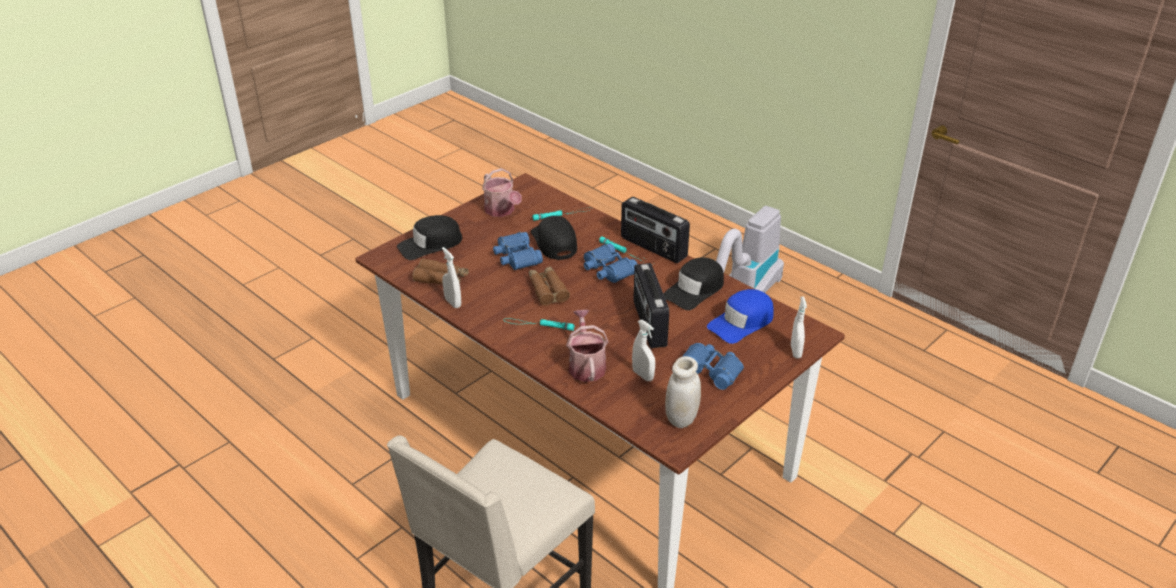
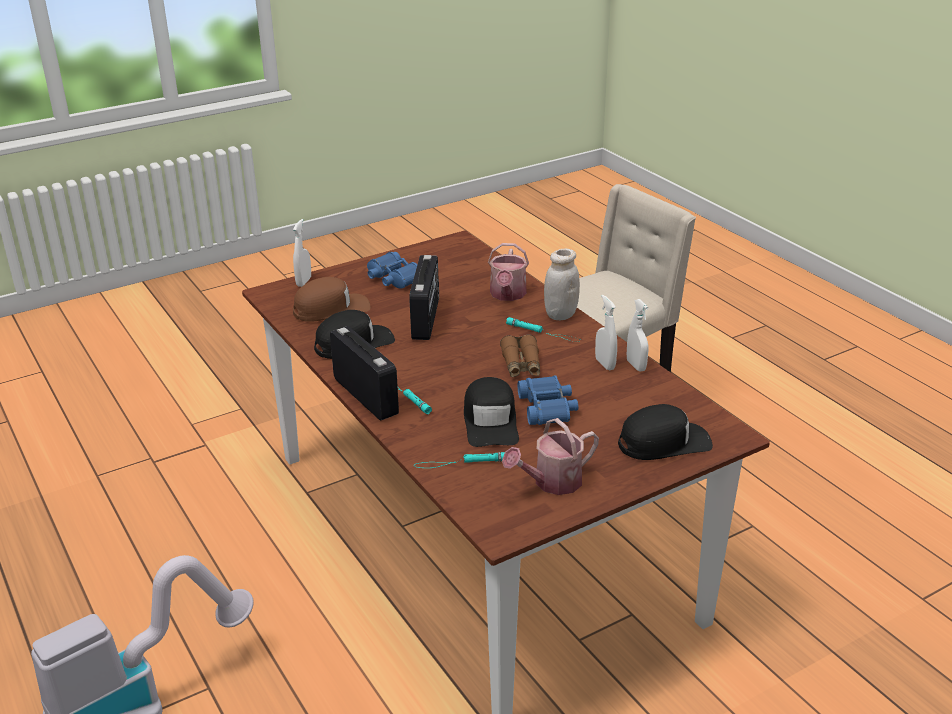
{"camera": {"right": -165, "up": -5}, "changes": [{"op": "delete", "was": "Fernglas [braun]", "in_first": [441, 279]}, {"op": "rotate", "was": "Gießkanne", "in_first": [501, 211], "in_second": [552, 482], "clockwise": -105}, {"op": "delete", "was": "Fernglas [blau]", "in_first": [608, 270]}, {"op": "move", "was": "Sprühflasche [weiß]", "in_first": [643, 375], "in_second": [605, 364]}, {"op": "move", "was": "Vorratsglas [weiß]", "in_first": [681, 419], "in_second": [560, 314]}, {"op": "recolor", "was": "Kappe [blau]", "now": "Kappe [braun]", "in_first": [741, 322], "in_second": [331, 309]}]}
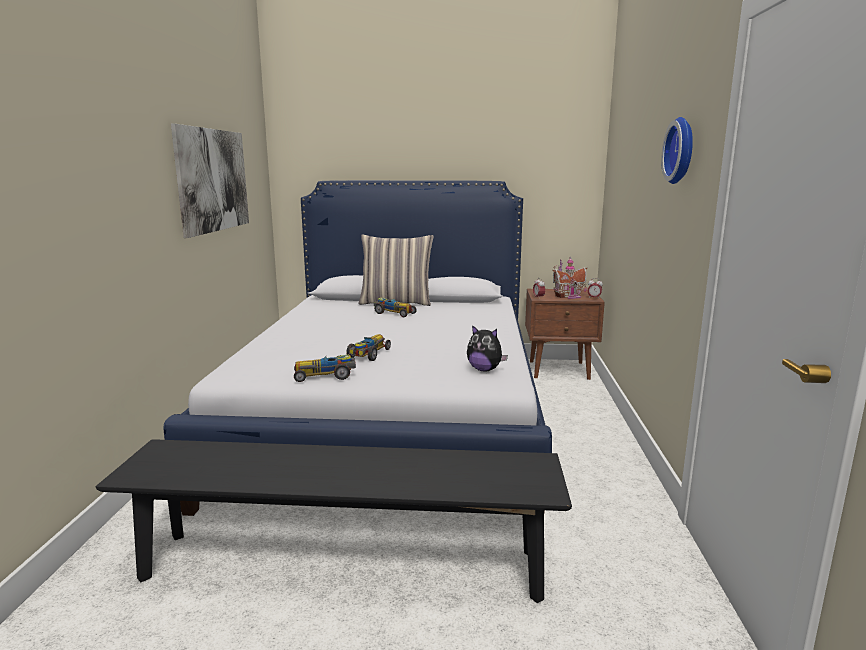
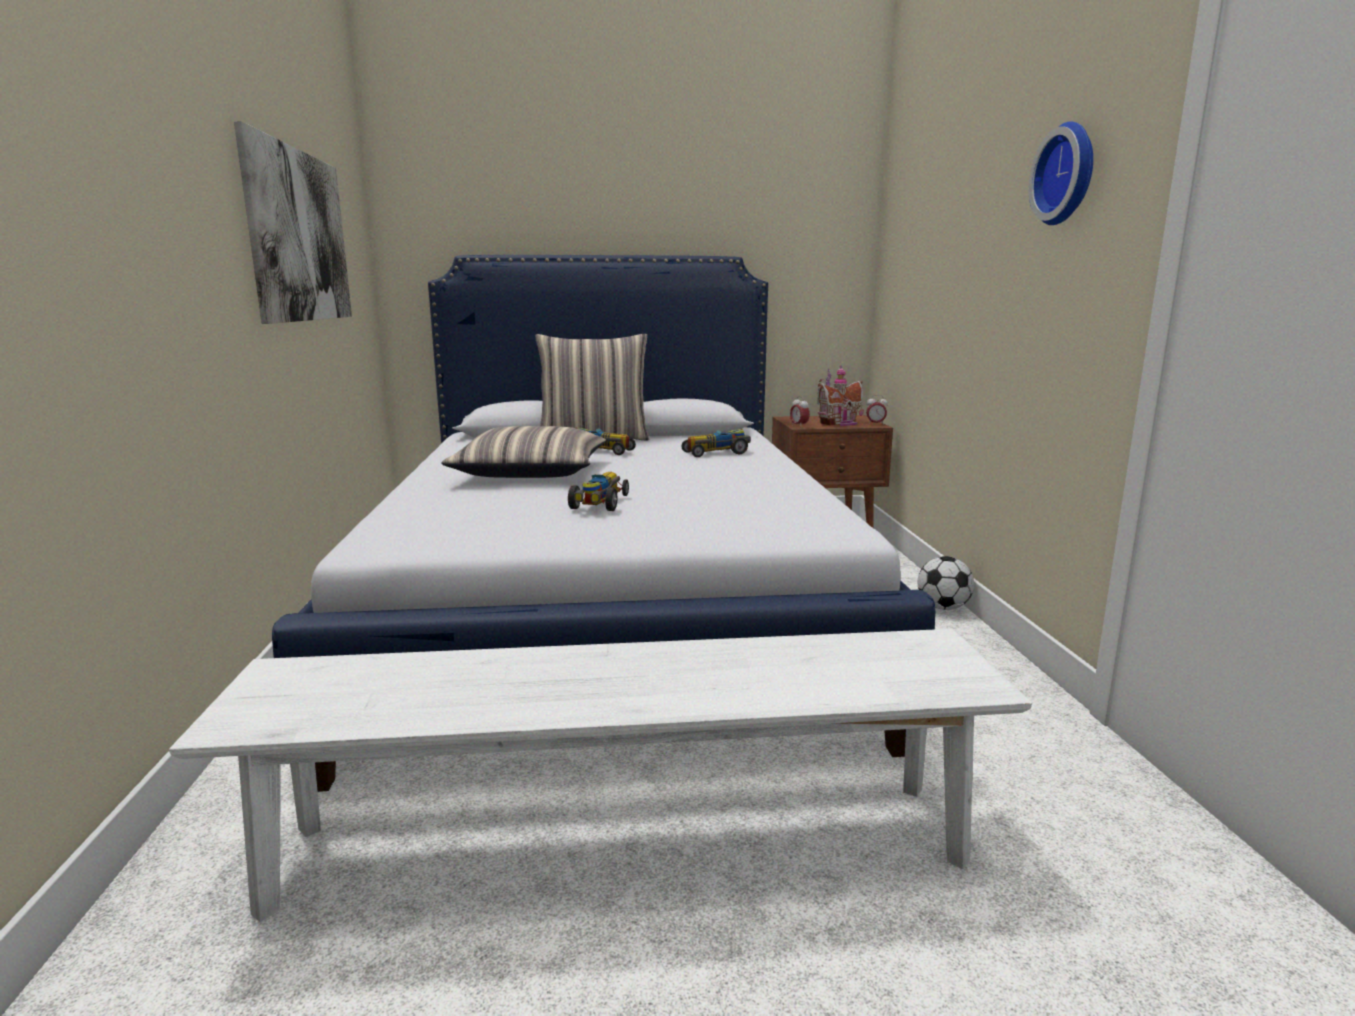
{"camera": {"right": -10, "up": 0}, "changes": [{"op": "recolor", "was": "Bank [schwarz]", "now": "Bank [weiß]", "in_first": [343, 565], "in_second": [624, 845]}, {"op": "move", "was": "Spielzeugauto", "in_first": [326, 375], "in_second": [717, 452]}, {"op": "delete", "was": "Plüschtier", "in_first": [485, 370]}, {"op": "insert", "now": "Kissen", "in_second": [531, 472]}, {"op": "insert", "now": "Fußball", "in_second": [943, 608]}]}
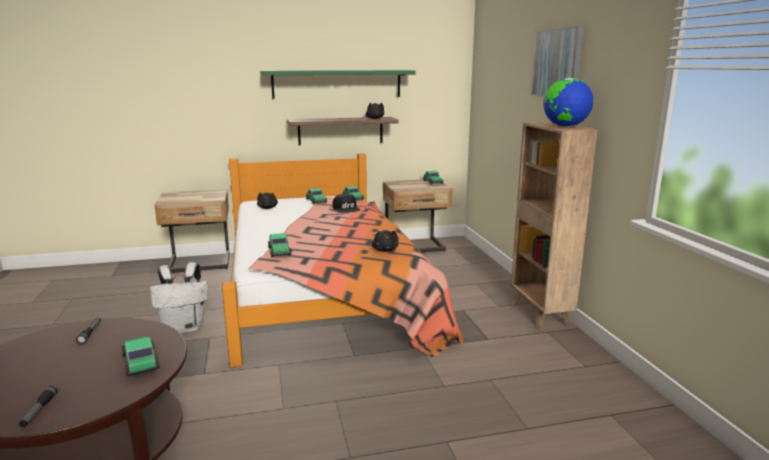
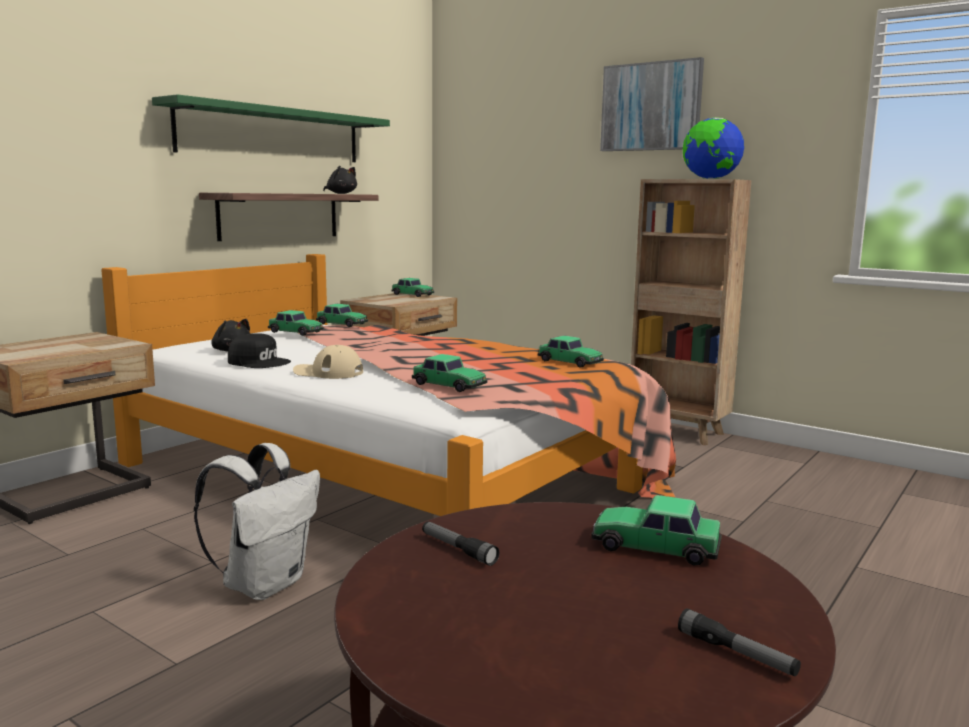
{"camera": {"right": -40, "up": -5}, "changes": [{"op": "move", "was": "Kappe [schwarz]", "in_first": [346, 208], "in_second": [259, 362]}, {"op": "replace", "was": "Plüschtier [schwarz]", "now": "Spielzeugauto", "in_first": [385, 250], "in_second": [570, 362]}, {"op": "insert", "now": "Kappe [beige]", "in_second": [328, 372]}]}
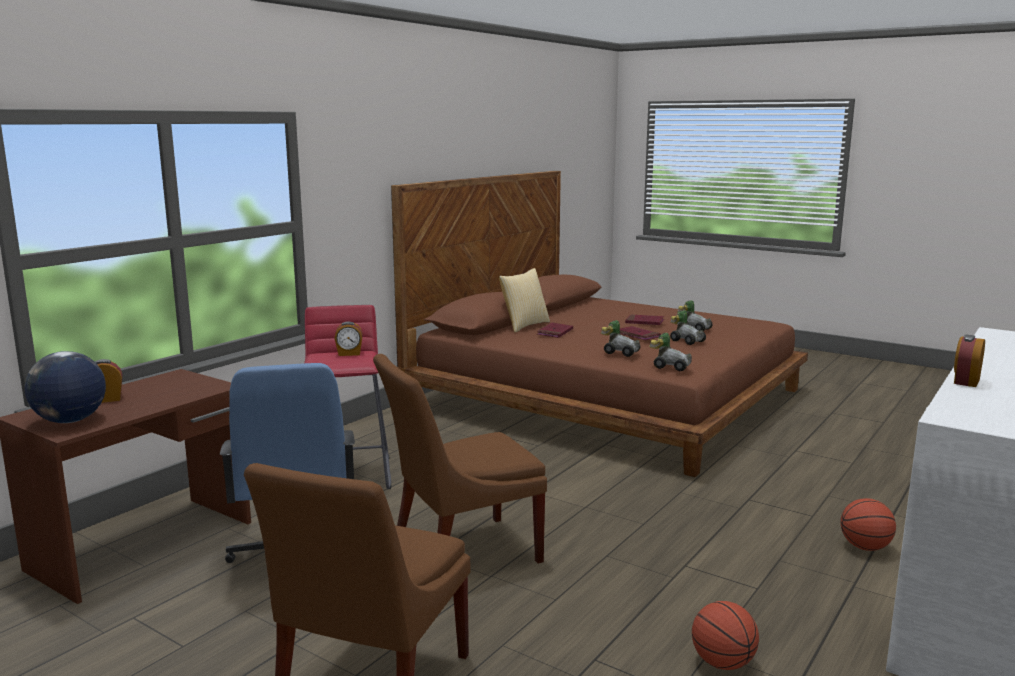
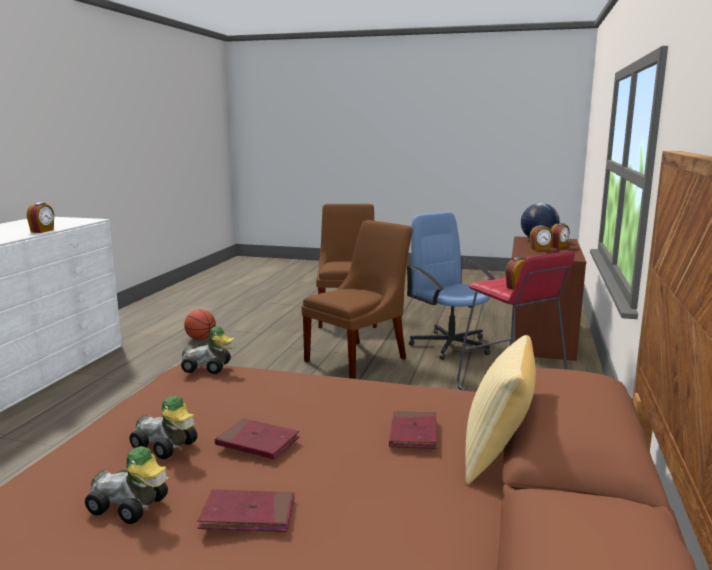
{"camera": {"right": 160, "up": 0}, "changes": [{"op": "delete", "was": "Spielzeugauto", "in_first": [620, 352]}, {"op": "delete", "was": "Basketball", "in_first": [865, 547]}, {"op": "insert", "now": "Wecker", "in_second": [540, 249]}]}
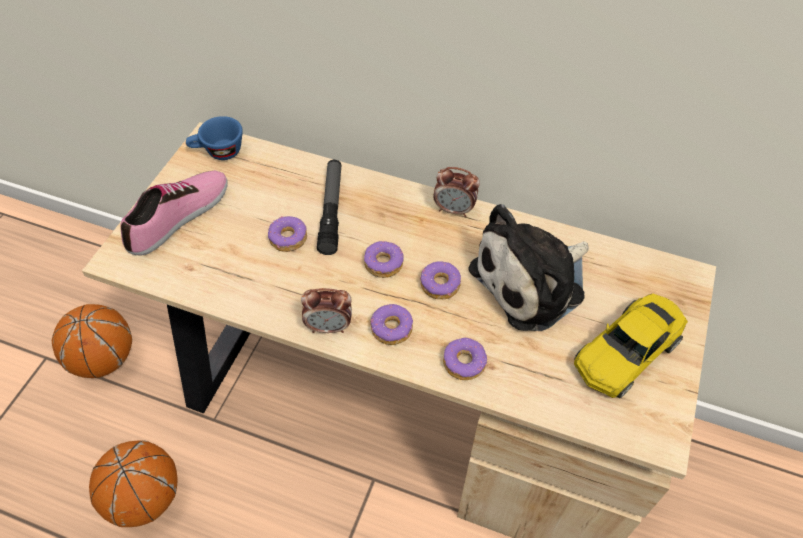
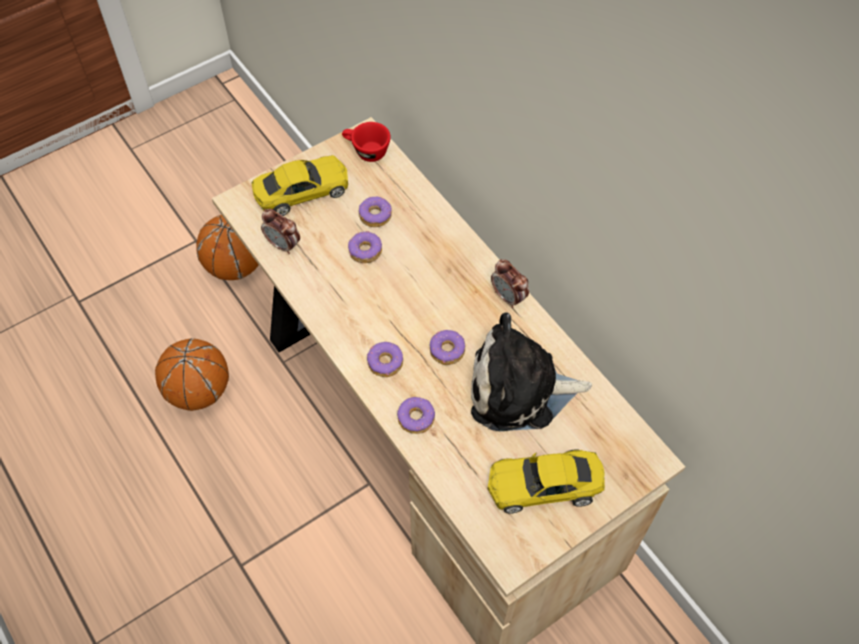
{"camera": {"right": 35, "up": 5}, "changes": [{"op": "replace", "was": "Schuh", "now": "Spielzeugauto [gelb]", "in_first": [179, 216], "in_second": [302, 191]}, {"op": "recolor", "was": "Tasse [blau]", "now": "Tasse [rot]", "in_first": [218, 152], "in_second": [366, 151]}, {"op": "move", "was": "Wecker", "in_first": [329, 327], "in_second": [283, 245]}, {"op": "delete", "was": "Taschenlampe", "in_first": [331, 211]}, {"op": "move", "was": "Donut", "in_first": [383, 263], "in_second": [375, 215]}]}
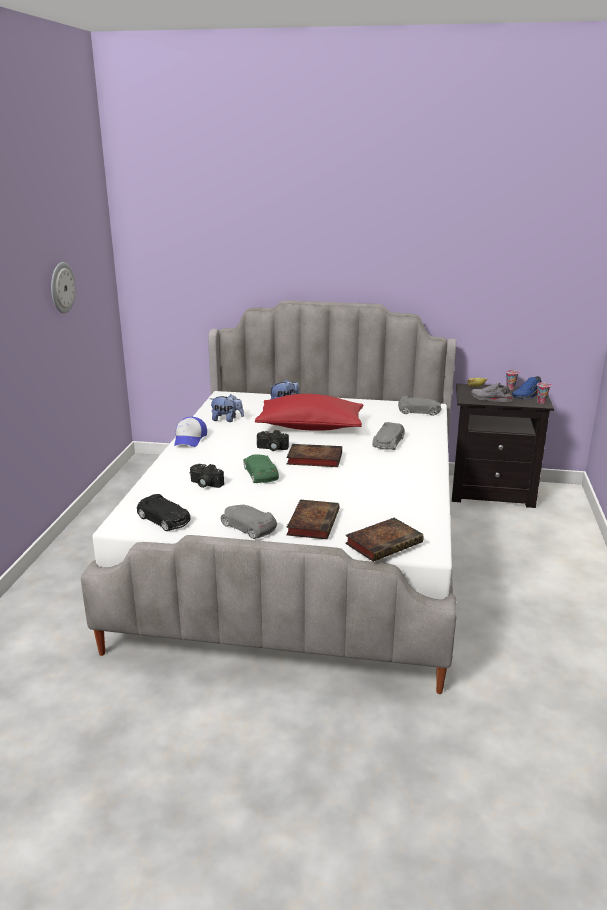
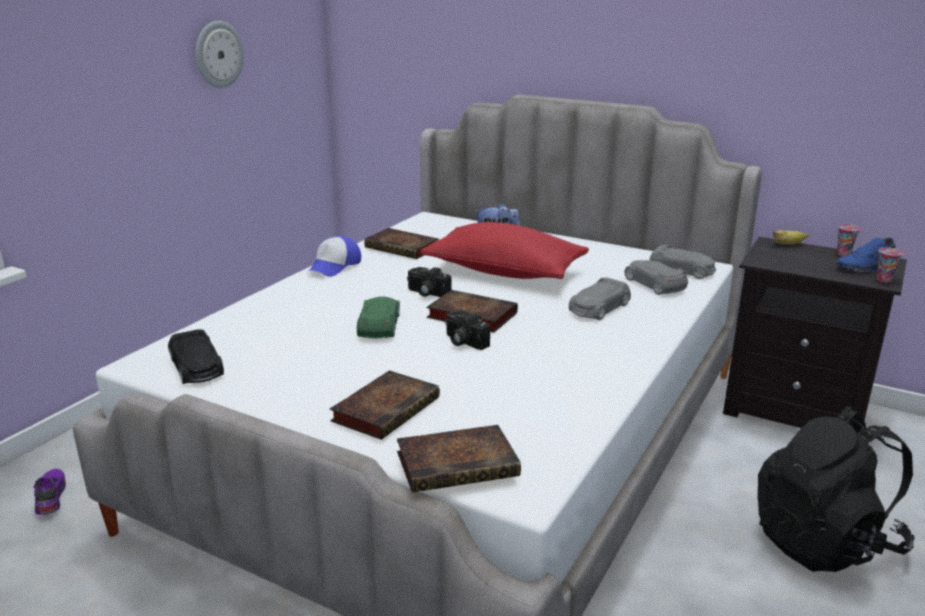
{"camera": {"right": 20, "up": 0}, "changes": [{"op": "move", "was": "Kamera", "in_first": [205, 484], "in_second": [463, 341]}, {"op": "replace", "was": "Plüschtier", "now": "Buch", "in_first": [227, 419], "in_second": [404, 248]}, {"op": "move", "was": "Spielzeugauto [grau]", "in_first": [248, 527], "in_second": [654, 284]}, {"op": "delete", "was": "Schuh [grau]", "in_first": [490, 399]}, {"op": "insert", "now": "Schuh [lila]", "in_second": [49, 497]}, {"op": "insert", "now": "Rucksack [schwarz]", "in_second": [824, 542]}]}
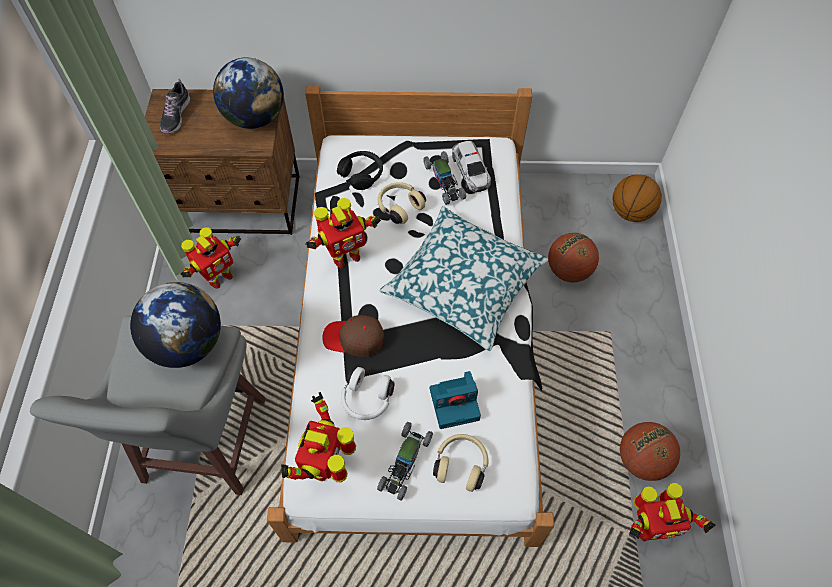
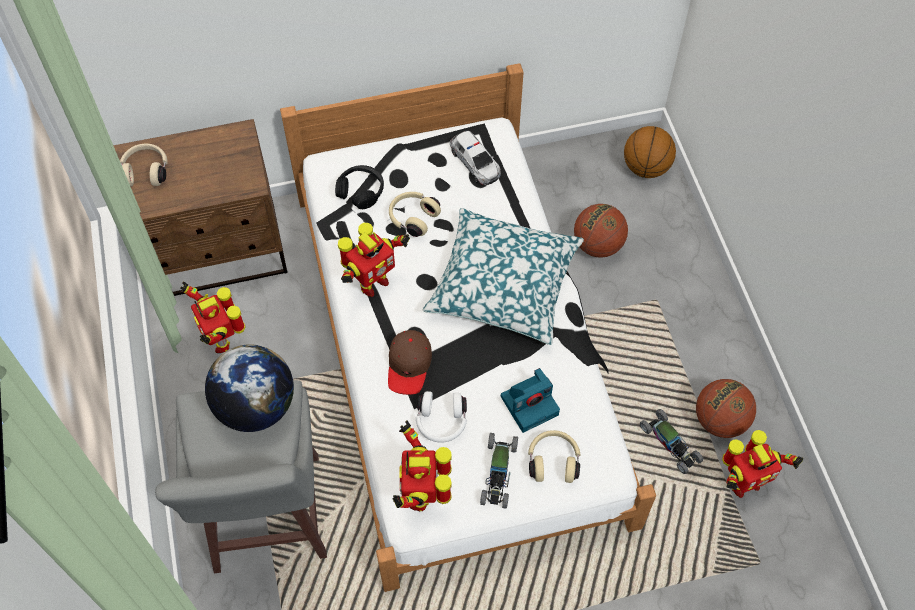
{"camera": {"right": -15, "up": 0}, "changes": [{"op": "replace", "was": "Schuh", "now": "Kopfhörer [beige]", "in_first": [176, 115], "in_second": [146, 171]}, {"op": "rotate", "was": "Spielzeugroboter", "in_first": [219, 278], "in_second": [221, 339], "clockwise": 120}, {"op": "delete", "was": "Globus", "in_first": [255, 117]}, {"op": "rotate", "was": "Kappe [braun]", "in_first": [354, 339], "in_second": [409, 365], "clockwise": -75}, {"op": "move", "was": "Spielzeugauto", "in_first": [444, 181], "in_second": [670, 444]}]}
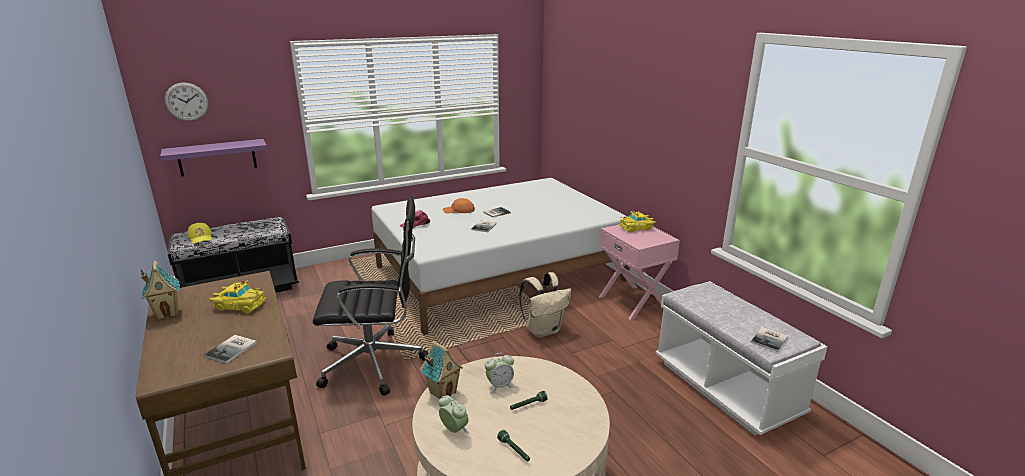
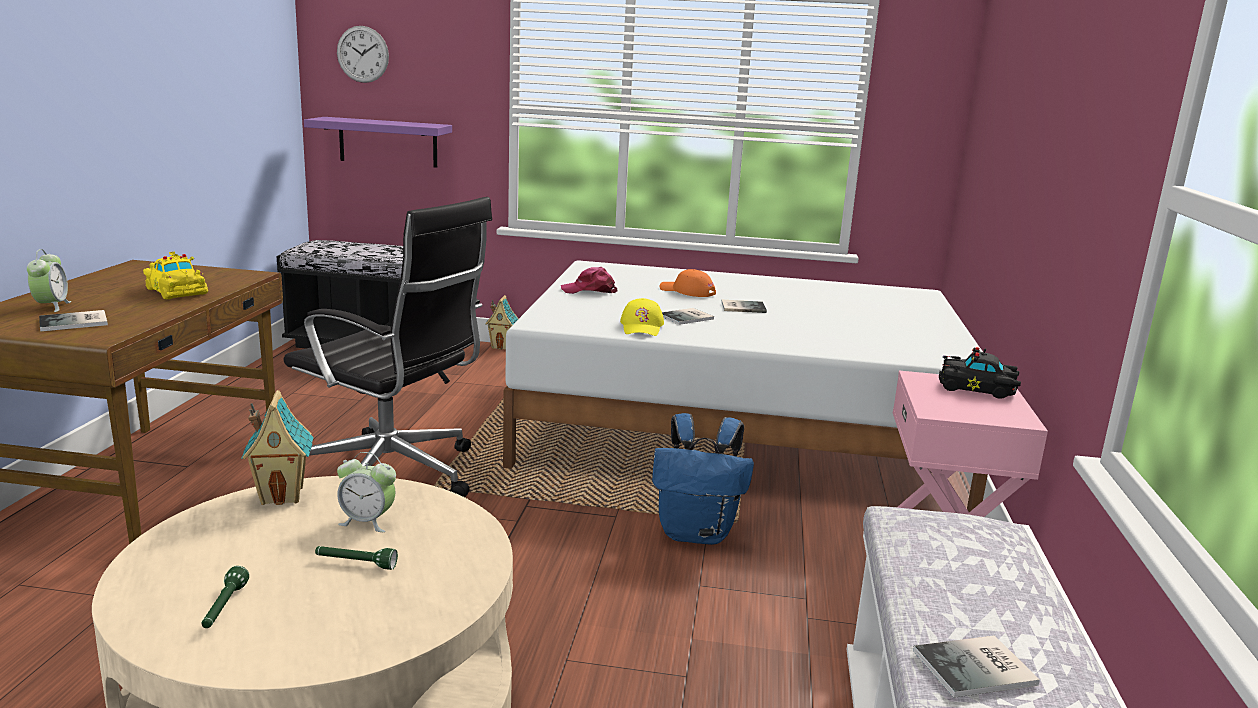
{"camera": {"right": 35, "up": -5}, "changes": [{"op": "move", "was": "Spielzeughaus", "in_first": [168, 313], "in_second": [502, 346]}, {"op": "move", "was": "Kappe [gelb]", "in_first": [201, 237], "in_second": [642, 327]}, {"op": "move", "was": "Wecker", "in_first": [454, 430], "in_second": [51, 306]}, {"op": "recolor", "was": "Rucksack [beige]", "now": "Rucksack [blau]", "in_first": [544, 330], "in_second": [697, 533]}, {"op": "recolor", "was": "Spielzeugauto [gelb]", "now": "Spielzeugauto [schwarz]", "in_first": [637, 228], "in_second": [978, 389]}]}
